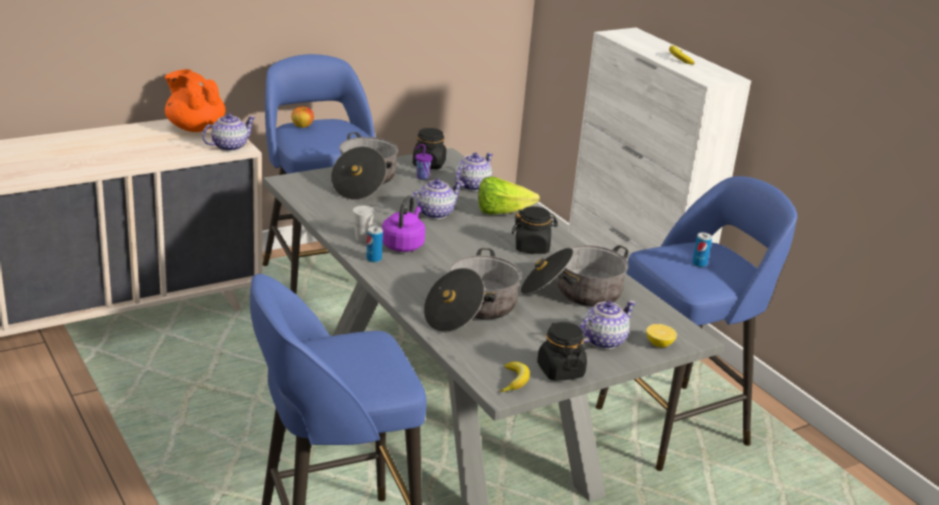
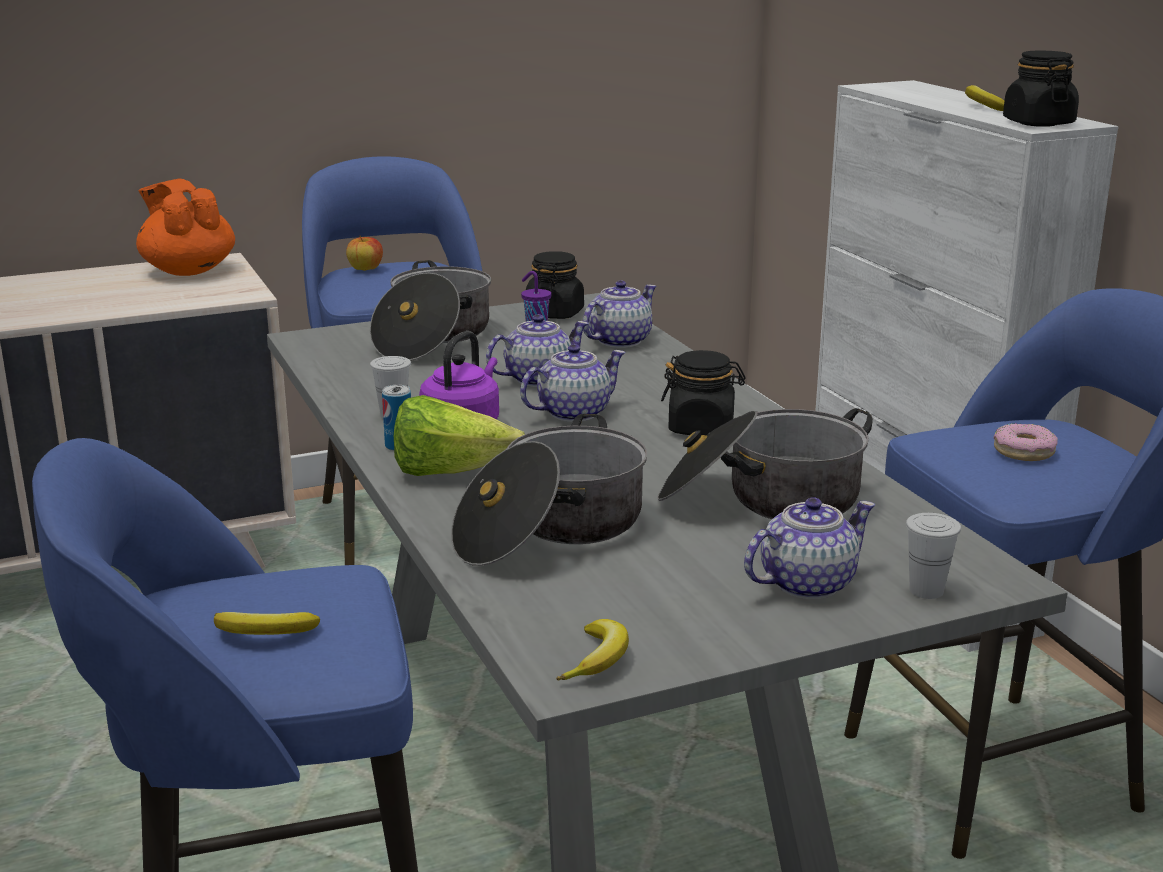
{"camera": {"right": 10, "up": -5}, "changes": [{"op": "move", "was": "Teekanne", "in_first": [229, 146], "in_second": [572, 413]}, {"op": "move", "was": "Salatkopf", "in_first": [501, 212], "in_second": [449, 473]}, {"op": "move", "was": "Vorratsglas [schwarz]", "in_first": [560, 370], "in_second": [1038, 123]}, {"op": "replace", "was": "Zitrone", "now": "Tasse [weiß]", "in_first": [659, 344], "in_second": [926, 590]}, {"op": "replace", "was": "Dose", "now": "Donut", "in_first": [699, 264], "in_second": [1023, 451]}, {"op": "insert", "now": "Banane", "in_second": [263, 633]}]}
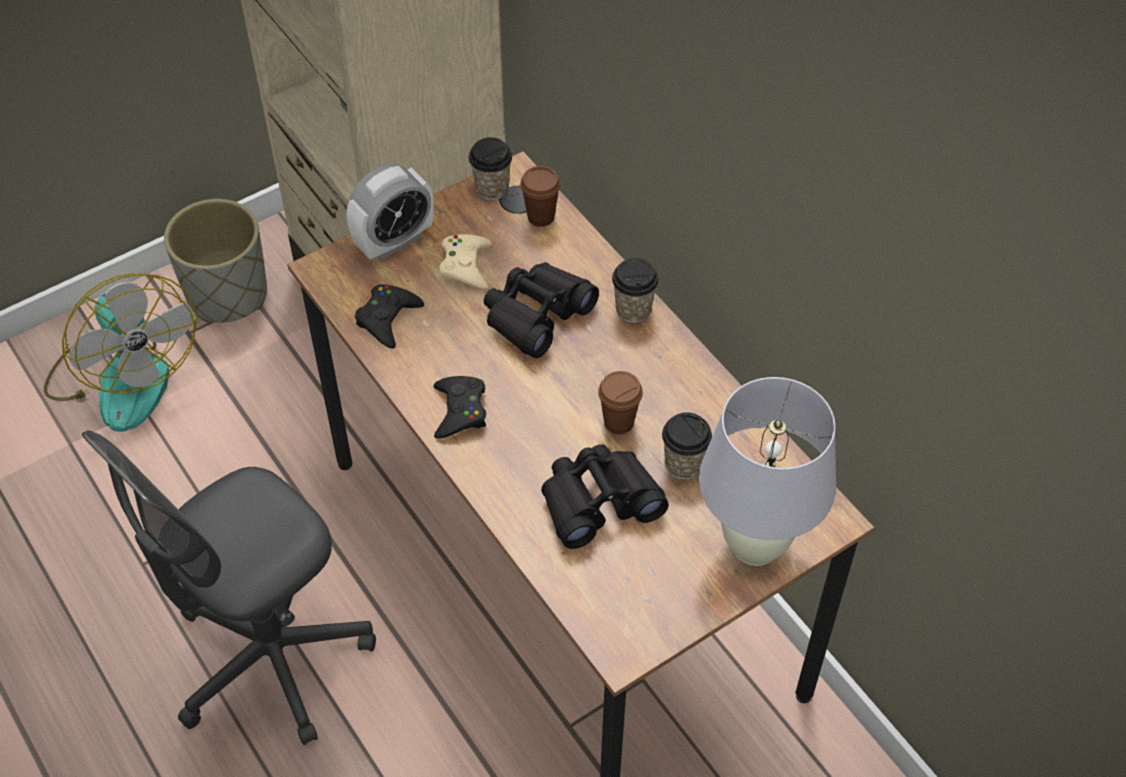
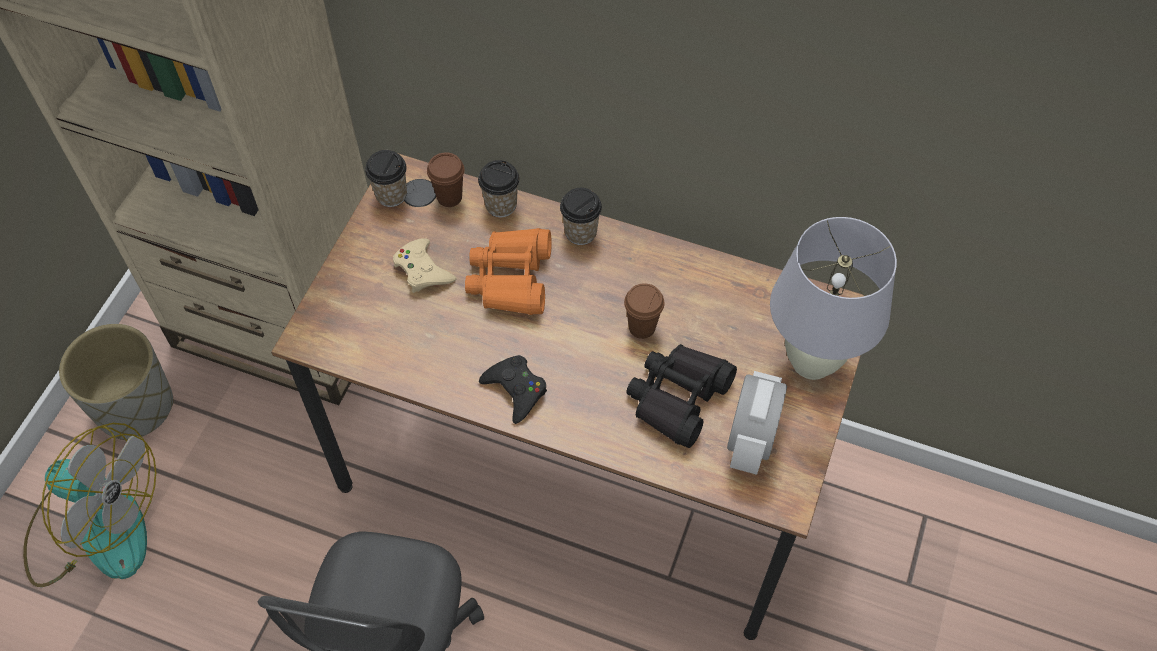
{"camera": {"right": -35, "up": 5}, "changes": [{"op": "move", "was": "Wecker", "in_first": [394, 241], "in_second": [750, 441]}, {"op": "delete", "was": "Gamepad [schwarz]", "in_first": [387, 319]}, {"op": "recolor", "was": "Fernglas [schwarz]", "now": "Fernglas [orange]", "in_first": [536, 315], "in_second": [511, 278]}, {"op": "move", "was": "Tasse", "in_first": [683, 464], "in_second": [501, 205]}]}
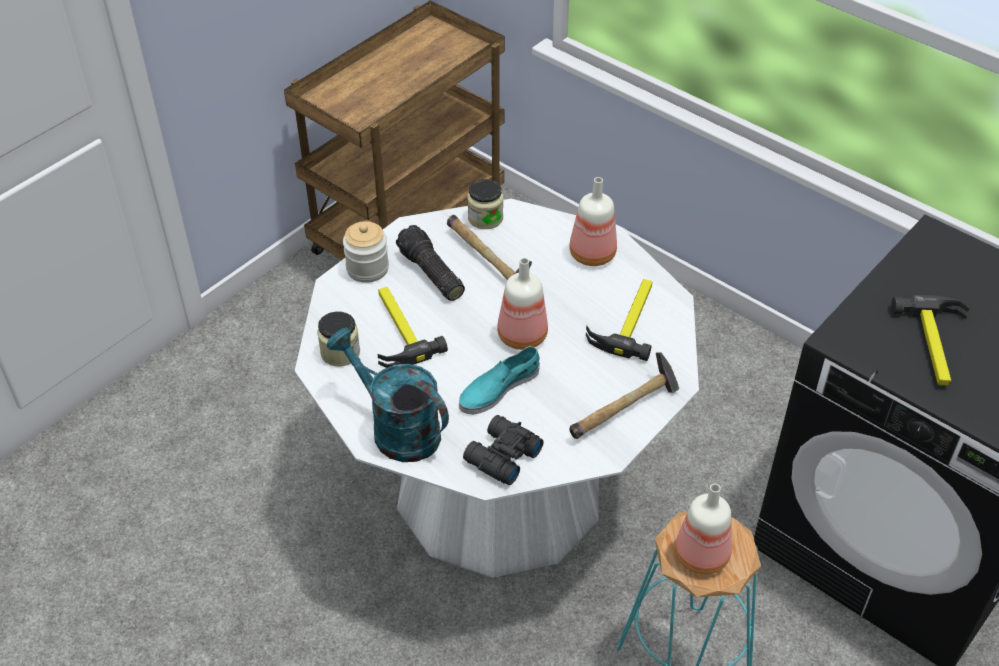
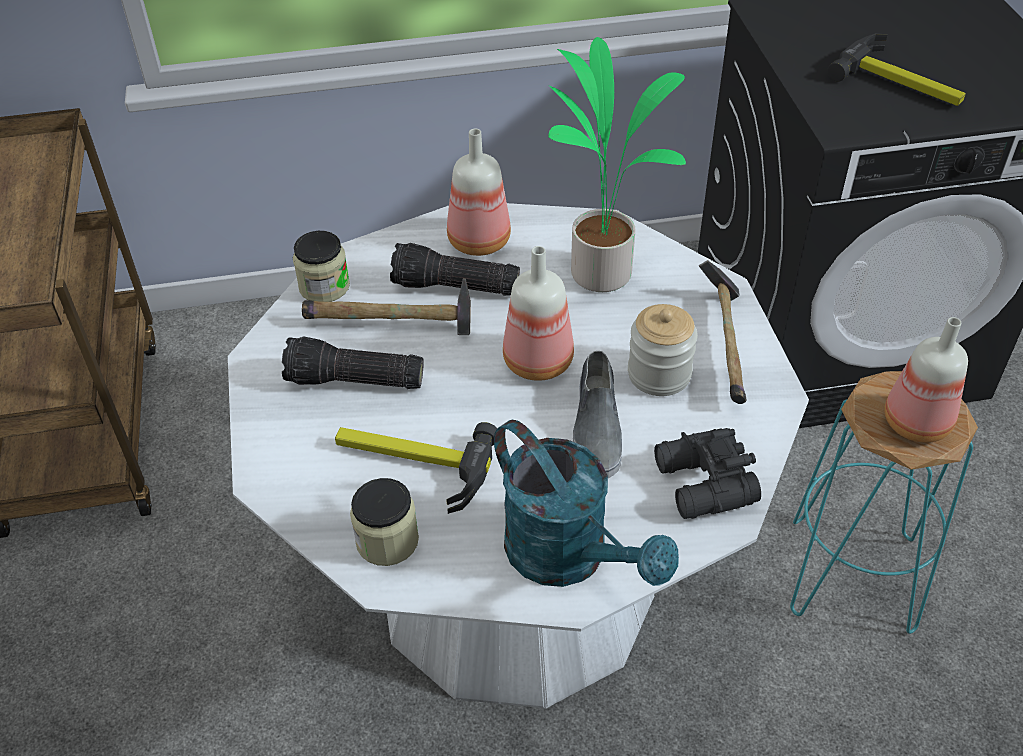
{"camera": {"right": -50, "up": 0}, "changes": [{"op": "rotate", "was": "Gießkanne [türkis]", "in_first": [396, 428], "in_second": [570, 557], "clockwise": -120}, {"op": "move", "was": "Vorratsglas", "in_first": [367, 268], "in_second": [659, 374]}, {"op": "recolor", "was": "Schuh [türkis]", "now": "Schuh [grau]", "in_first": [498, 388], "in_second": [596, 427]}, {"op": "replace", "was": "Hammer", "now": "Topfpflanze", "in_first": [628, 320], "in_second": [601, 271]}, {"op": "insert", "now": "Taschenlampe", "in_second": [454, 288]}]}
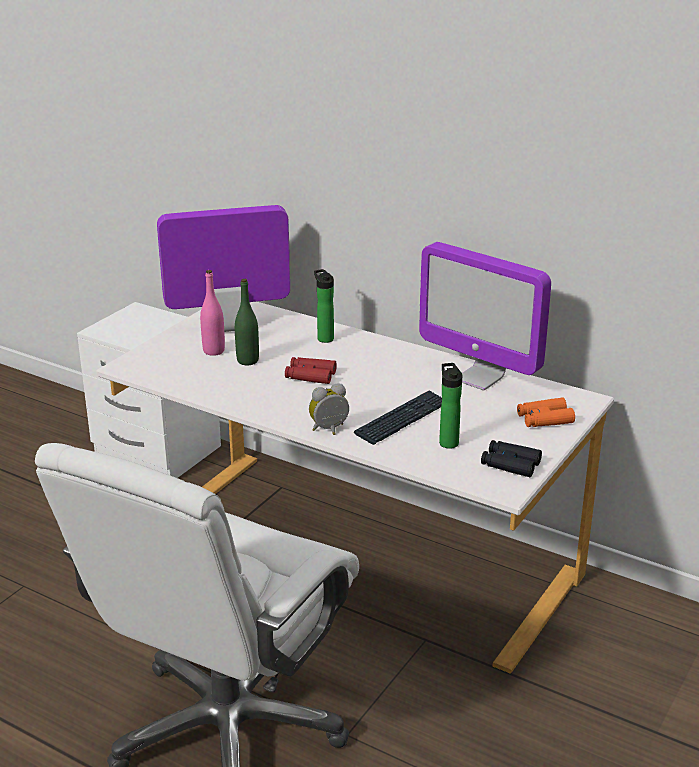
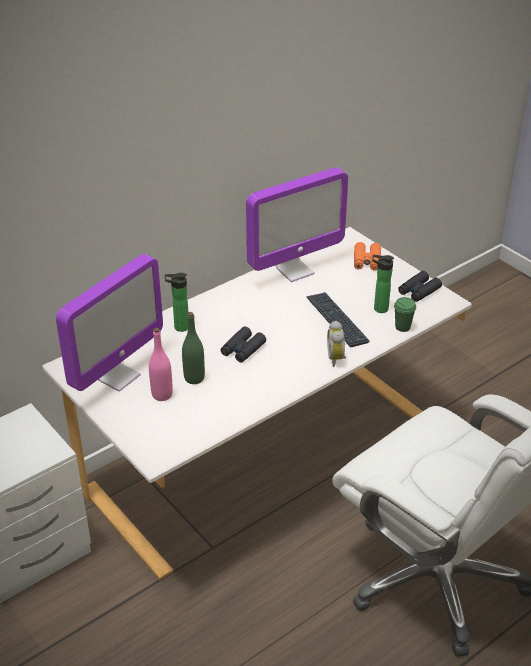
{"camera": {"right": -70, "up": 10}, "changes": [{"op": "rotate", "was": "Monitor", "in_first": [229, 326], "in_second": [117, 376], "clockwise": -150}, {"op": "recolor", "was": "Fernglas [rot]", "now": "Fernglas [schwarz]", "in_first": [310, 376], "in_second": [243, 349]}, {"op": "insert", "now": "Tasse [grün]", "in_second": [402, 327]}]}
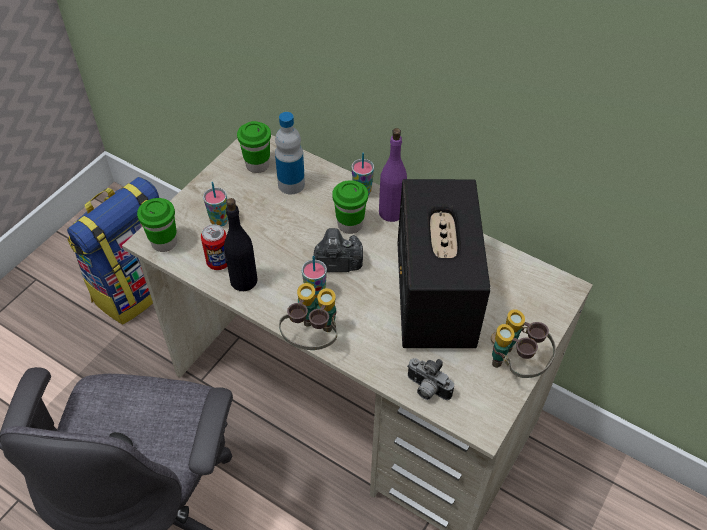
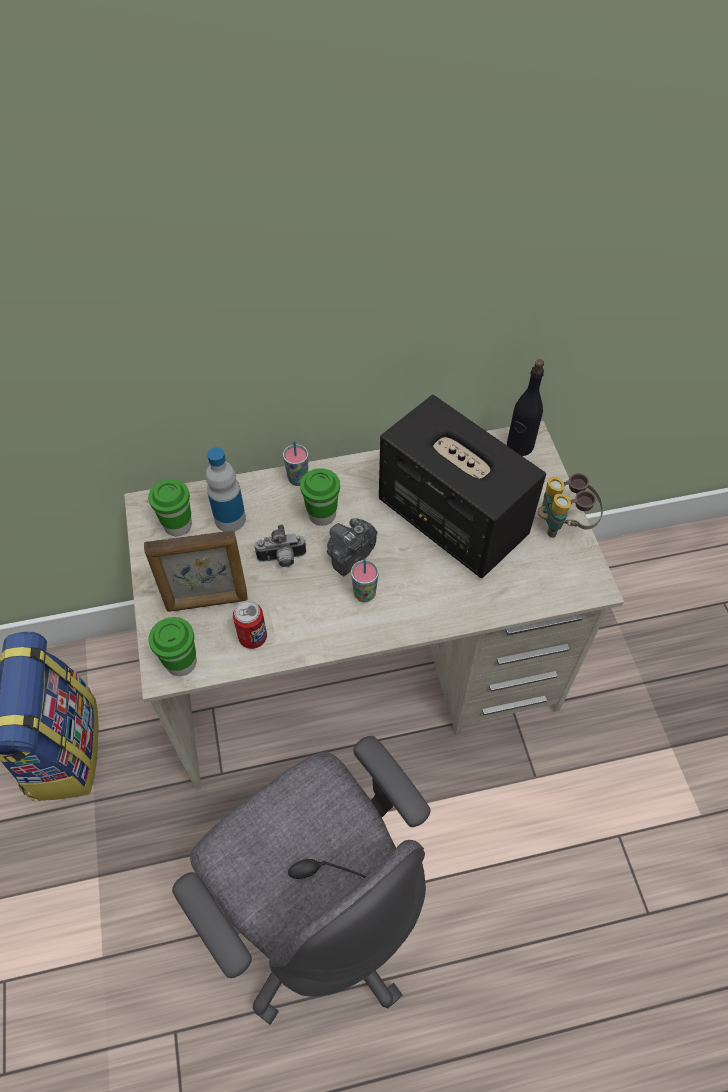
{"camera": {"right": -45, "up": 5}, "changes": [{"op": "replace", "was": "Tasse", "now": "Bilderrahmen", "in_first": [219, 221], "in_second": [207, 602]}, {"op": "move", "was": "Flasche [schwarz]", "in_first": [243, 281], "in_second": [519, 446]}, {"op": "delete", "was": "Fernglas", "in_first": [312, 338]}, {"op": "delete", "was": "Flasche [lila]", "in_first": [391, 212]}, {"op": "move", "was": "Kamera", "in_first": [426, 389], "in_second": [282, 559]}]}
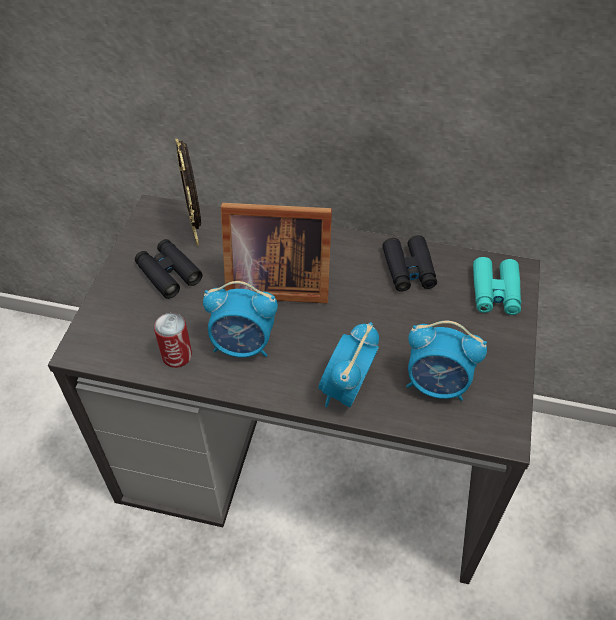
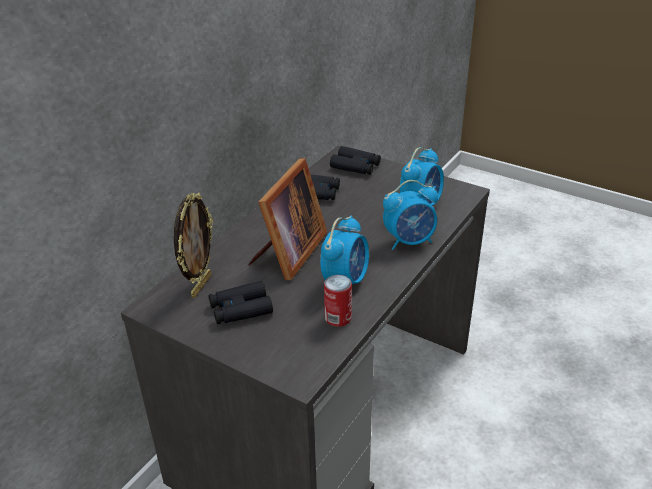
{"camera": {"right": -70, "up": -15}, "changes": [{"op": "rotate", "was": "Bilderrahmen", "in_first": [196, 232], "in_second": [200, 285], "clockwise": -75}, {"op": "rotate", "was": "Wecker", "in_first": [346, 390], "in_second": [409, 241], "clockwise": -60}, {"op": "recolor", "was": "Fernglas [türkis]", "now": "Fernglas [schwarz]", "in_first": [495, 292], "in_second": [355, 166]}]}
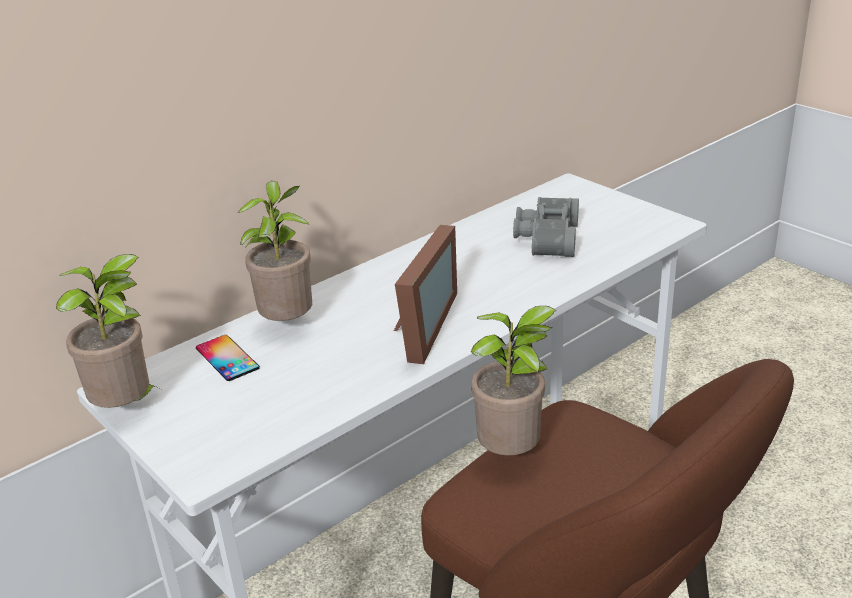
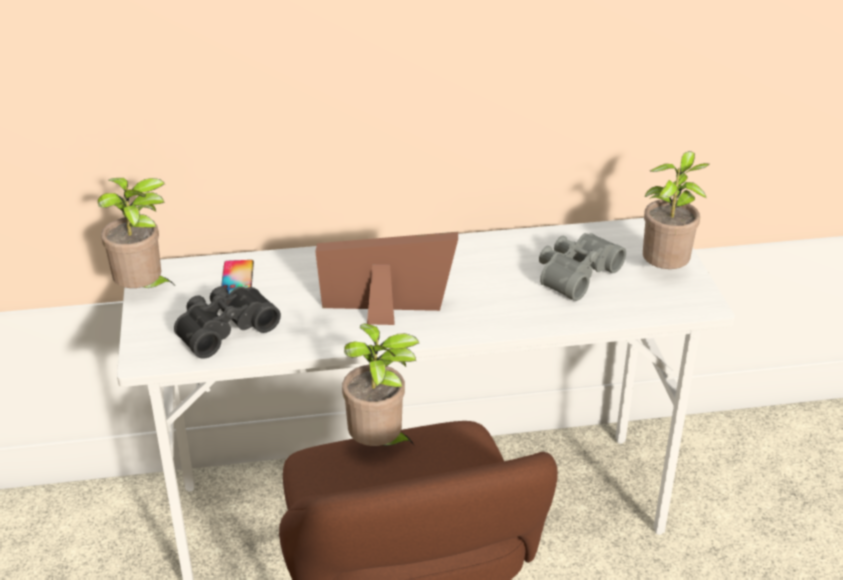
{"camera": {"right": 30, "up": 5}, "changes": [{"op": "move", "was": "Topfpflanze", "in_first": [289, 324], "in_second": [665, 271]}, {"op": "rotate", "was": "Bilderrahmen", "in_first": [417, 328], "in_second": [387, 312], "clockwise": -135}, {"op": "insert", "now": "Fernglas [schwarz]", "in_second": [224, 328]}]}
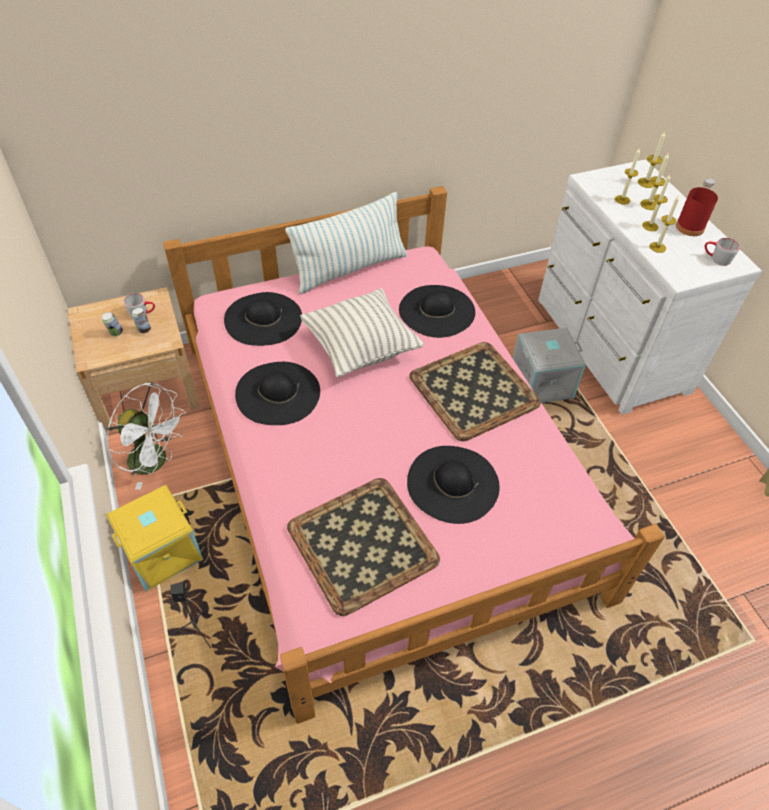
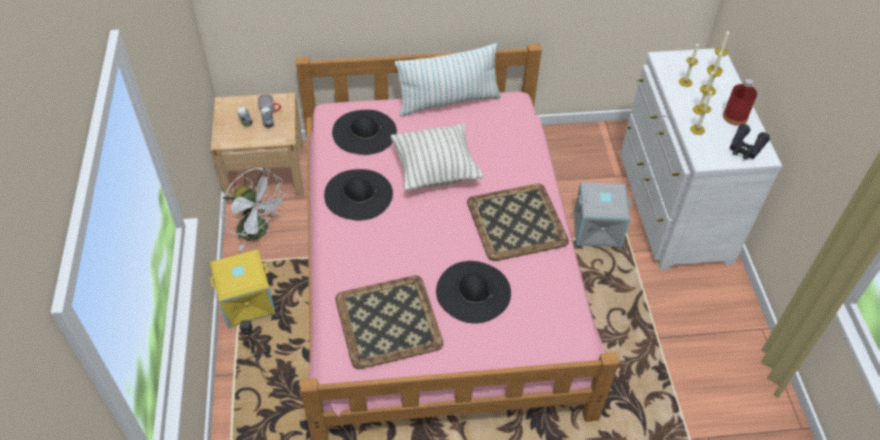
{"camera": {"right": 15, "up": 0}, "changes": [{"op": "delete", "was": "Hut [schwarz]", "in_first": [436, 311]}, {"op": "replace", "was": "Henkelbecher [grau]", "now": "Fernglas [schwarz]", "in_first": [716, 258], "in_second": [745, 148]}]}
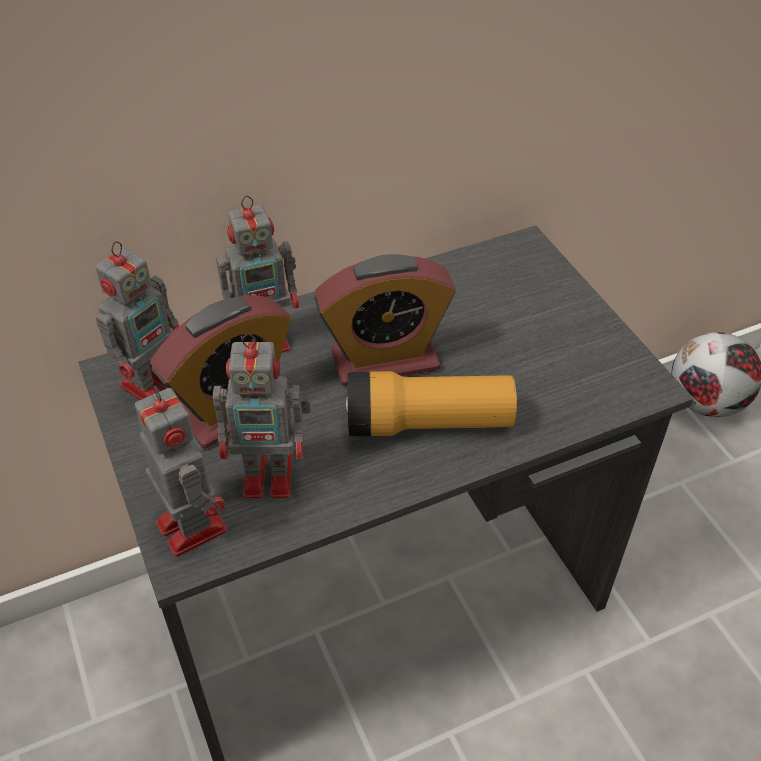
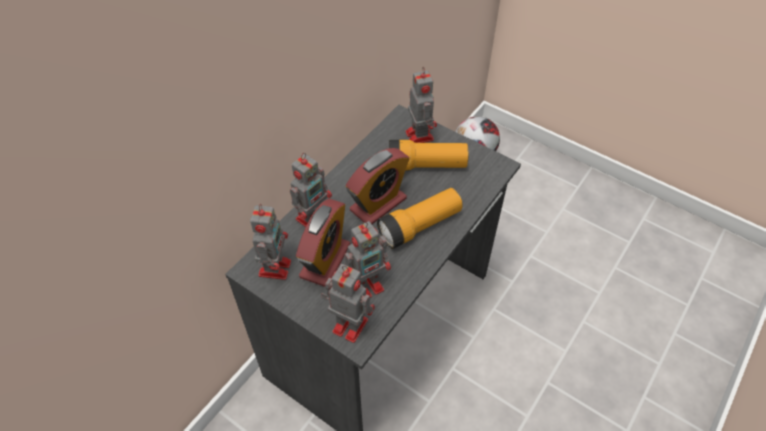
{"camera": {"right": -30, "up": 5}, "changes": [{"op": "insert", "now": "Taschenlampe", "in_second": [426, 165]}, {"op": "insert", "now": "Spielzeugroboter", "in_second": [419, 134]}]}
